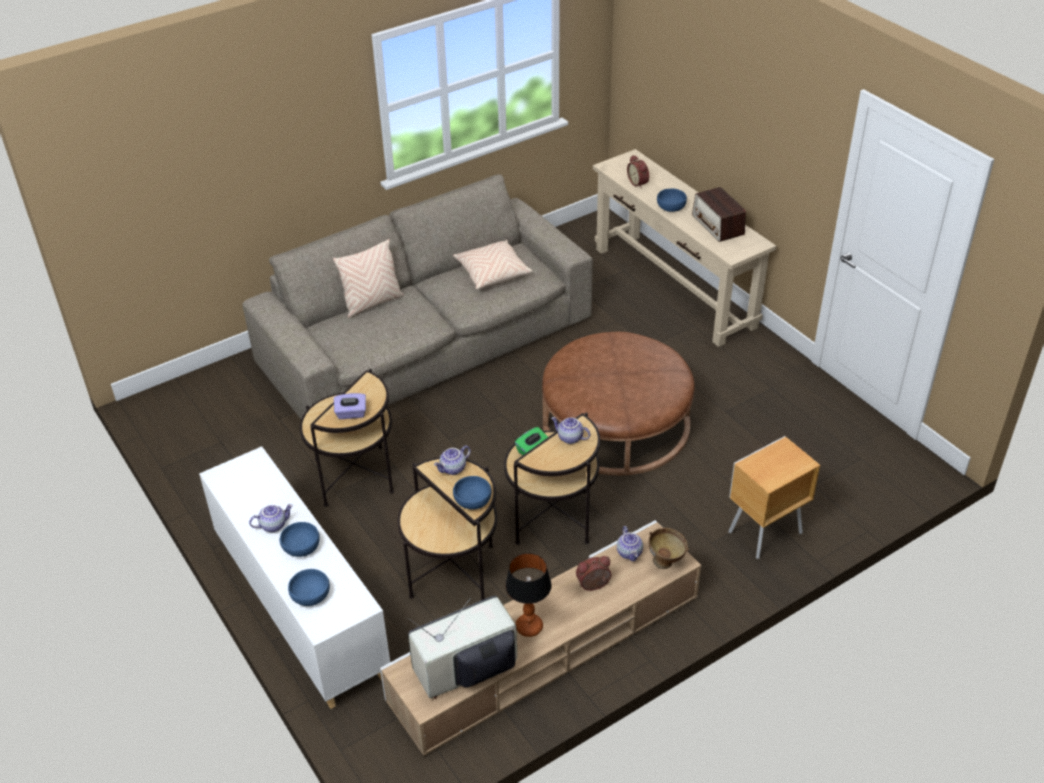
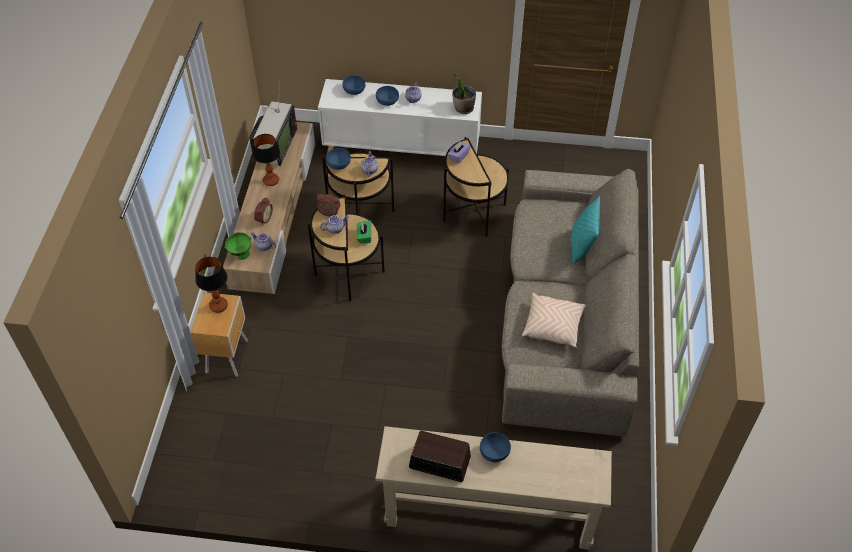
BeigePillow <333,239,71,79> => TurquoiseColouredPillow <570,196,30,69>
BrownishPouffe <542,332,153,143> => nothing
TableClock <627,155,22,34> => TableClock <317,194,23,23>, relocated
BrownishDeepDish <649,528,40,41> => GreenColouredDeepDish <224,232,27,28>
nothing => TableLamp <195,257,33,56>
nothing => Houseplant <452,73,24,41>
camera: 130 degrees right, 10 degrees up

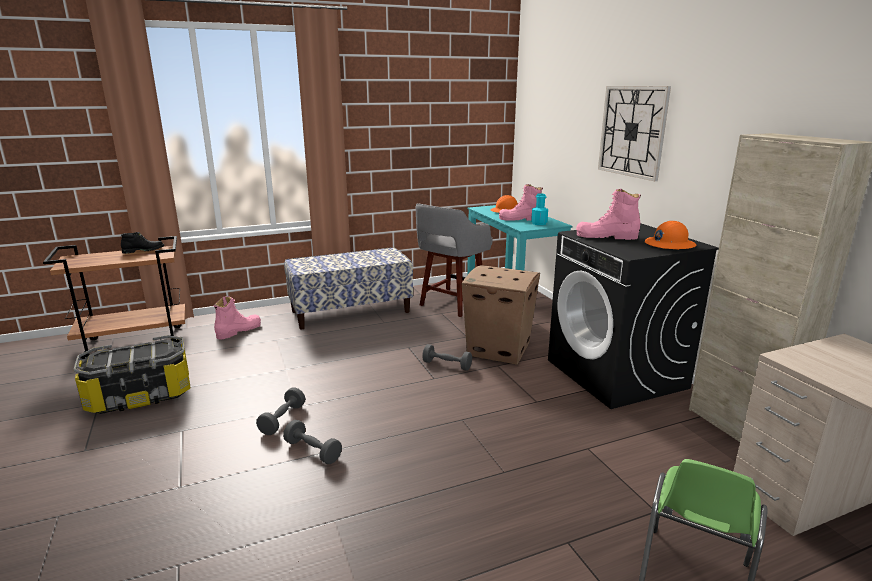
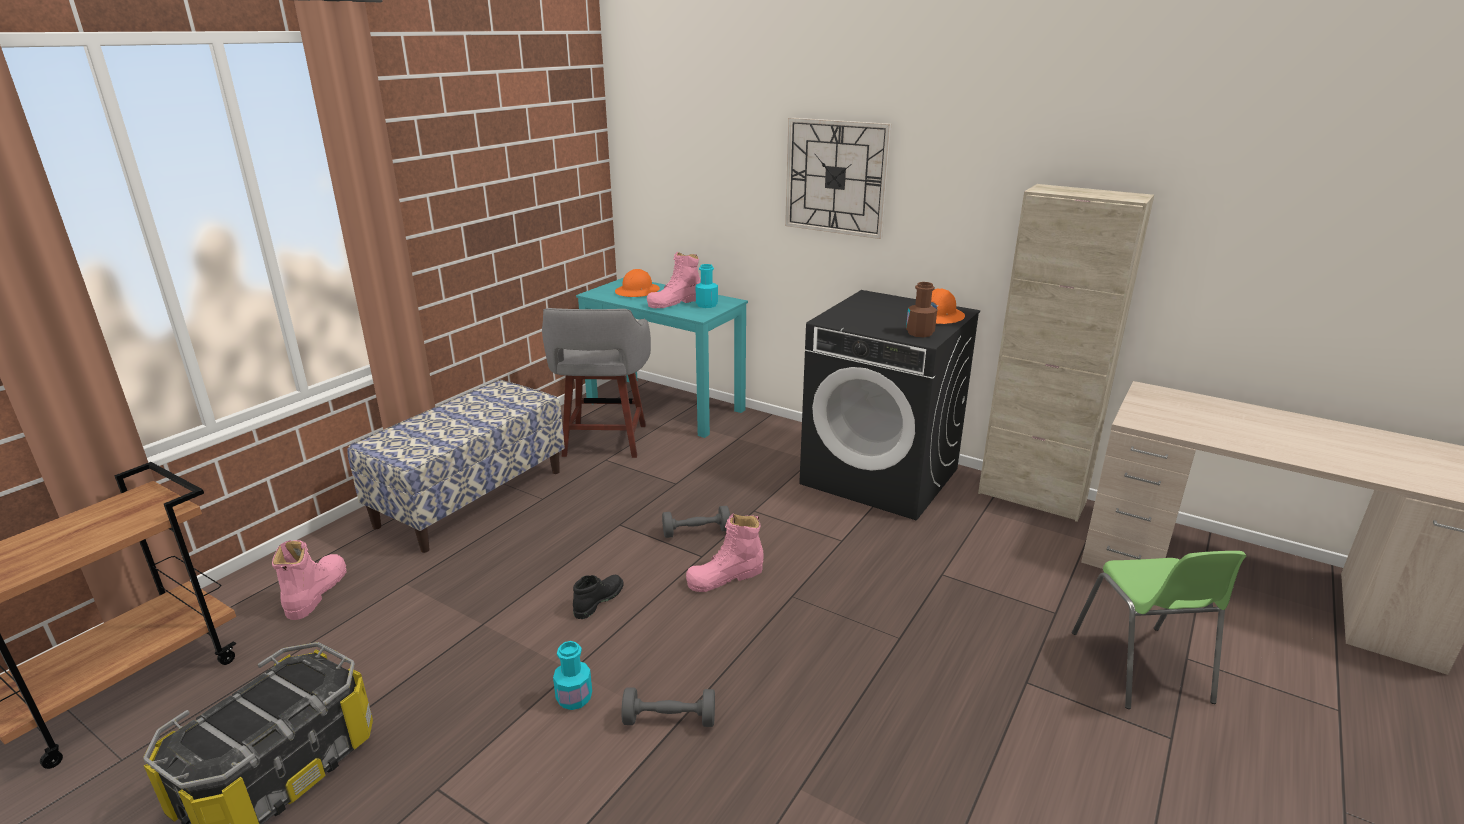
BlackColouredHighTopBoot <121,232,43,21> => BlackColouredHighTopBoot <573,575,51,44>, relocated
GreyishHandWeight <256,387,49,48> => TurquoiseColouredBottle <553,641,39,69>
CardboardBox <462,265,78,100> => nothing
PinkHighTopBoot <576,189,65,51> => PinkHighTopBoot <686,514,78,78>, relocated
nothing => BrownishBottle <906,282,31,55>
camera: 35 degrees left, 5 degrees up

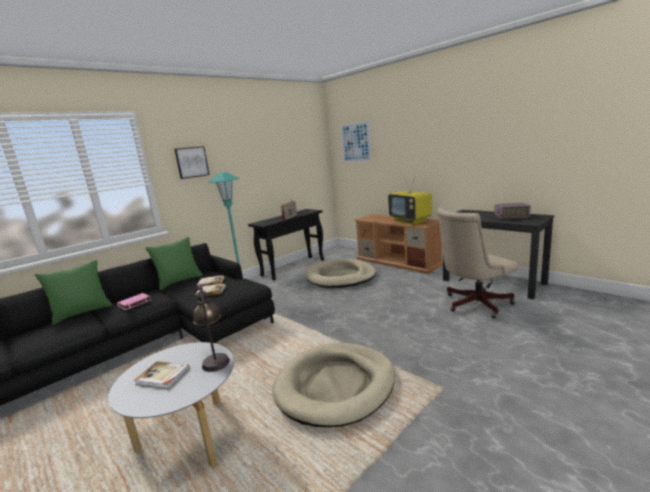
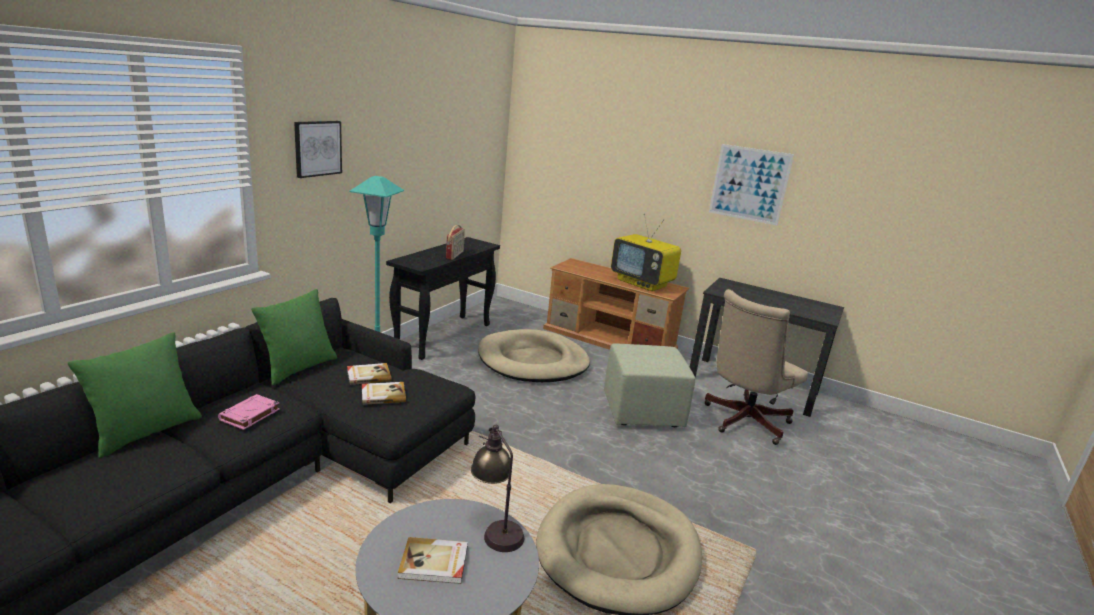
WallArt <340,121,32,41> => WallArt <709,144,85,81>, relocated
RadioReceiver <494,203,37,16> => nothing
nothing => GreenColouredPouffe <604,343,91,84>
camera: 20 degrees left, 5 degrees up

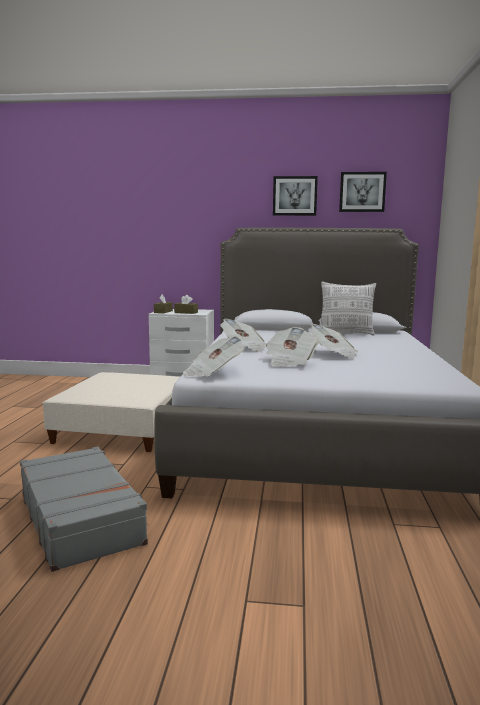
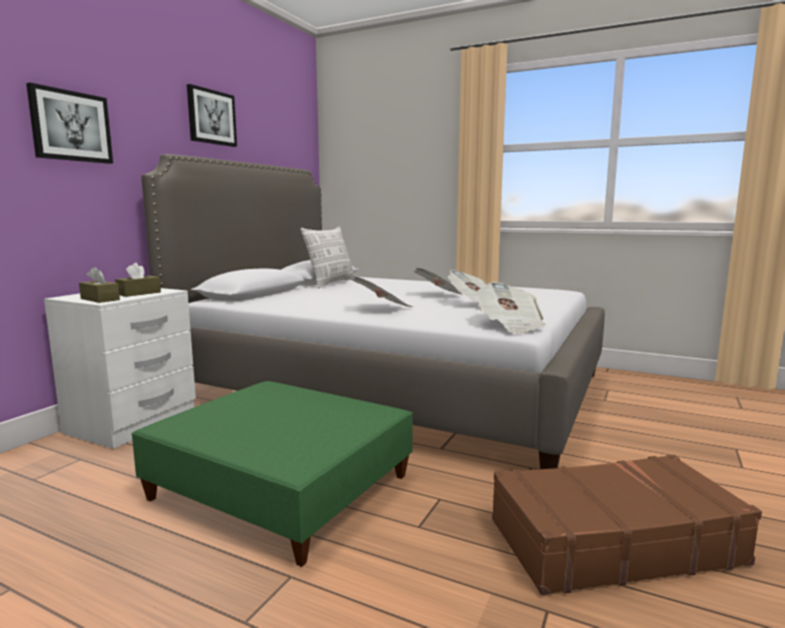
GreyishTravelCase <20,447,129,125> => BrownishTravelCase <492,455,270,140>
BeigePouffe <43,372,137,80> => GreenColouredPouffe <131,381,282,186>
WallArt <339,172,48,40> => WallArt <26,83,87,81>, relocated
camera: 70 degrees left, 0 degrees up

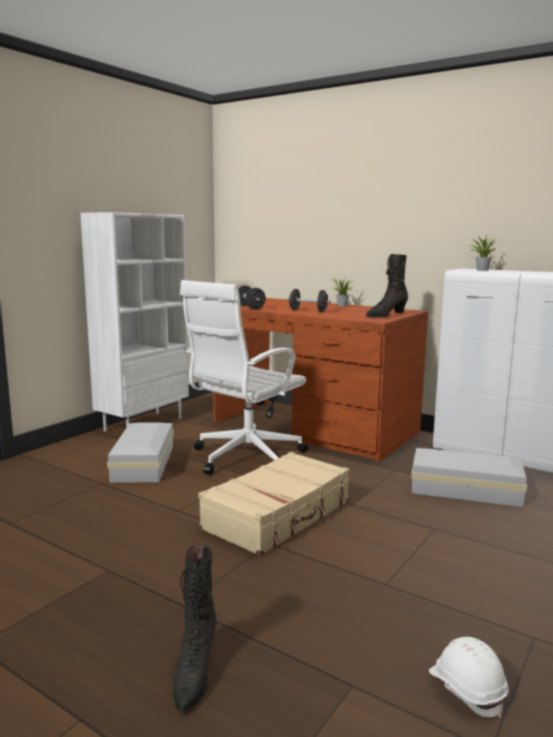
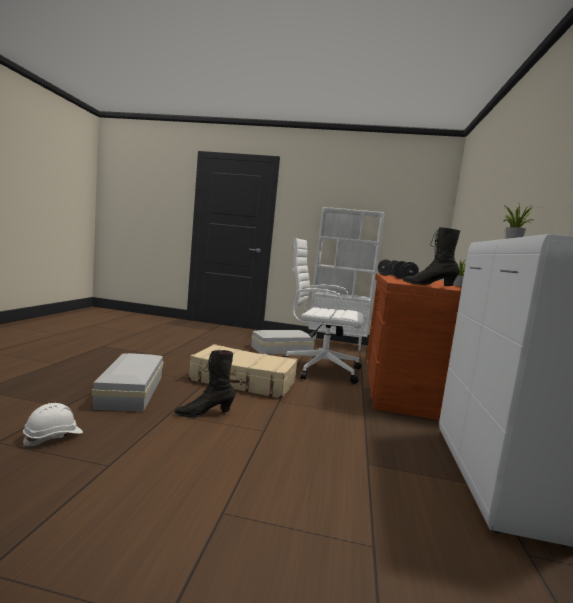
BlackColouredHighTopBoot <173,545,43,167> => BlackColouredHighTopBoot <174,350,61,67>, relocated
WhitishStorageContainer <411,448,116,59> => WhitishStorageContainer <92,353,71,59>, relocated
camera: 65 degrees right, 5 degrees down

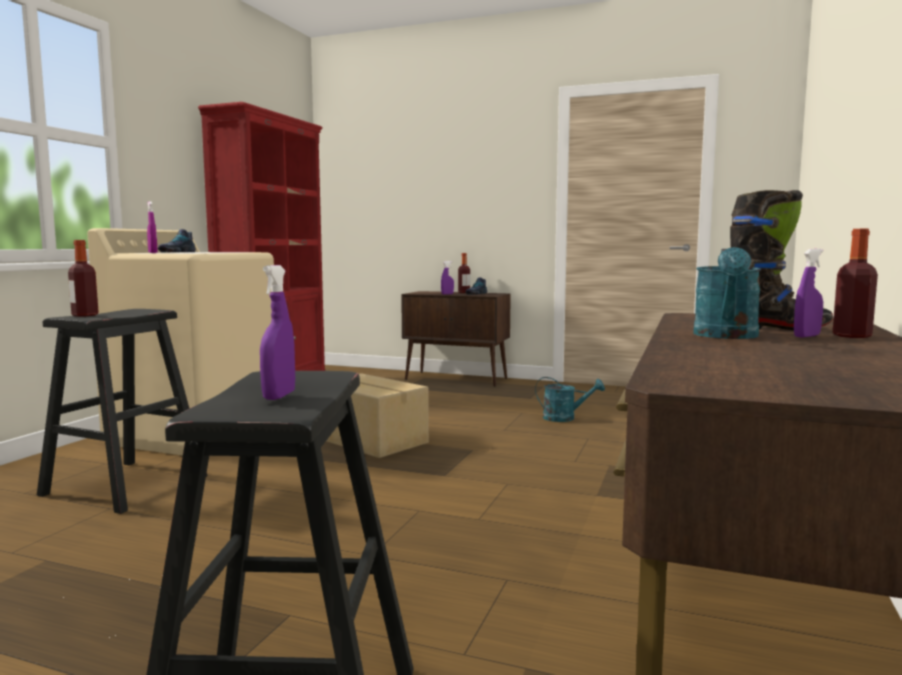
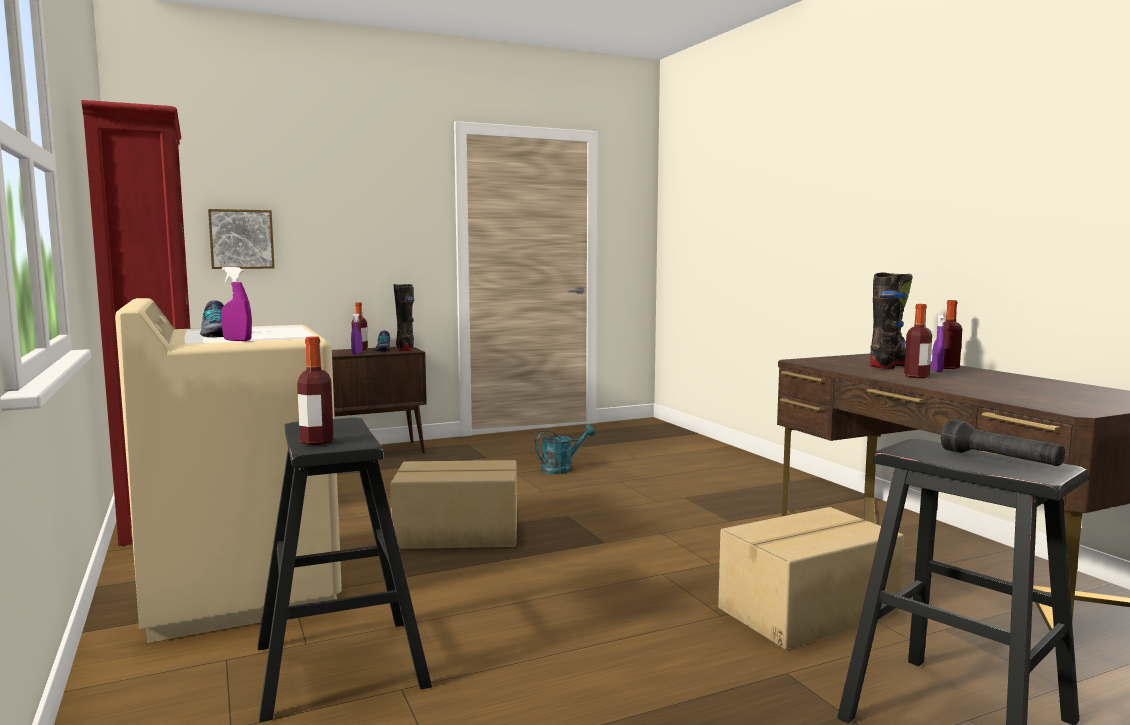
PurpleColouredHandSprayer <260,265,35,135> => BlackColouredFlashlight <941,419,124,47>
TurquoiseColouredWateringPot <693,247,68,92> => Bottle <904,304,28,74>
nothing => WallArt <208,209,67,60>
nothing => BlackColouredHighTopBoot <393,284,21,67>
nothing => CardboardBox <718,507,186,142>
camera: 45 degrees left, 0 degrees up

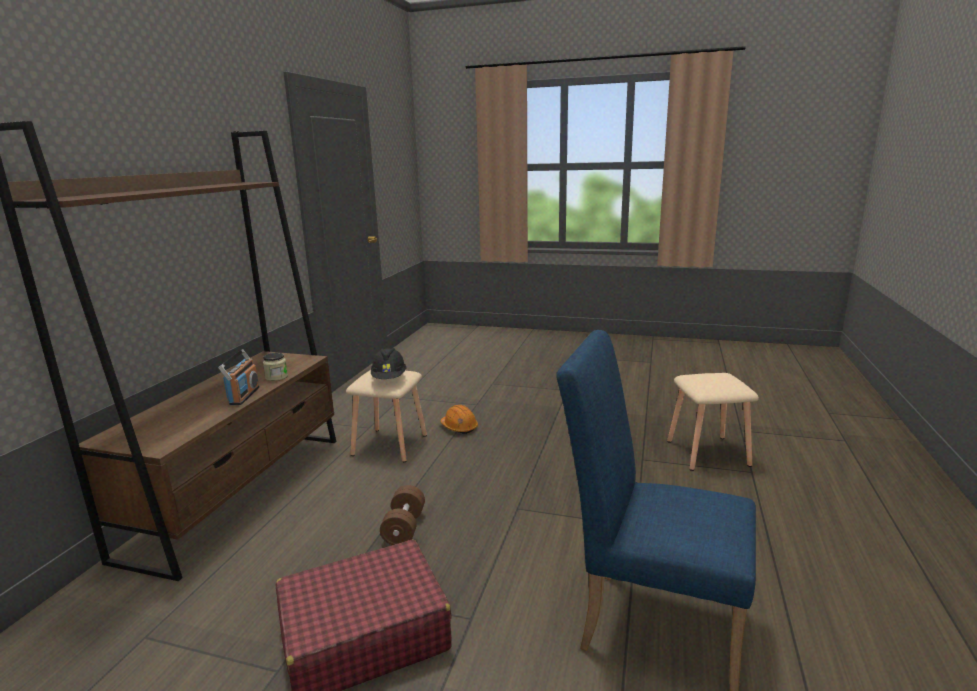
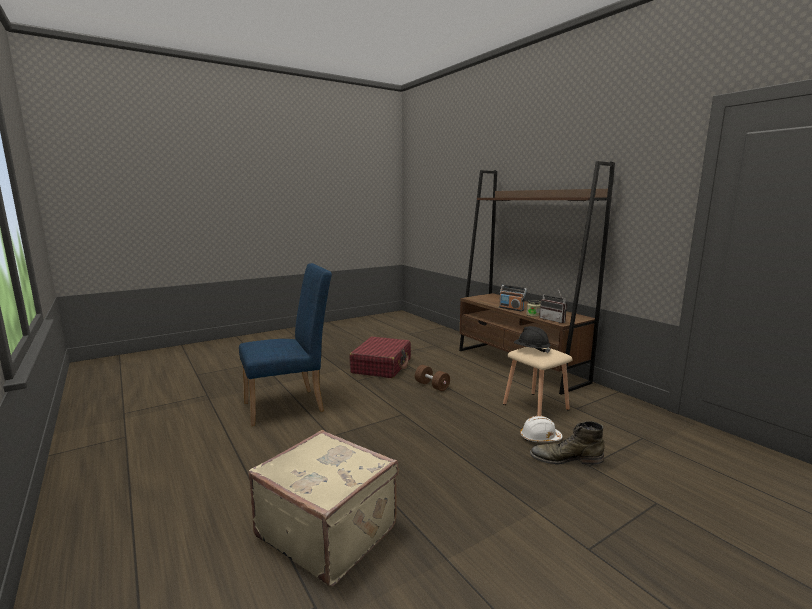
OrangeyWorkHelmet <440,405,38,29> => WhitishWorkHelmet <520,416,43,26>
BeigeSittingStool <667,373,92,98> => BeigeTravelCase <249,430,150,157>
nothing => GreenColouredHighTopBoot <530,421,75,44>
nothing => RadioReceiver <540,291,27,32>
camera: 130 degrees right, 5 degrees down

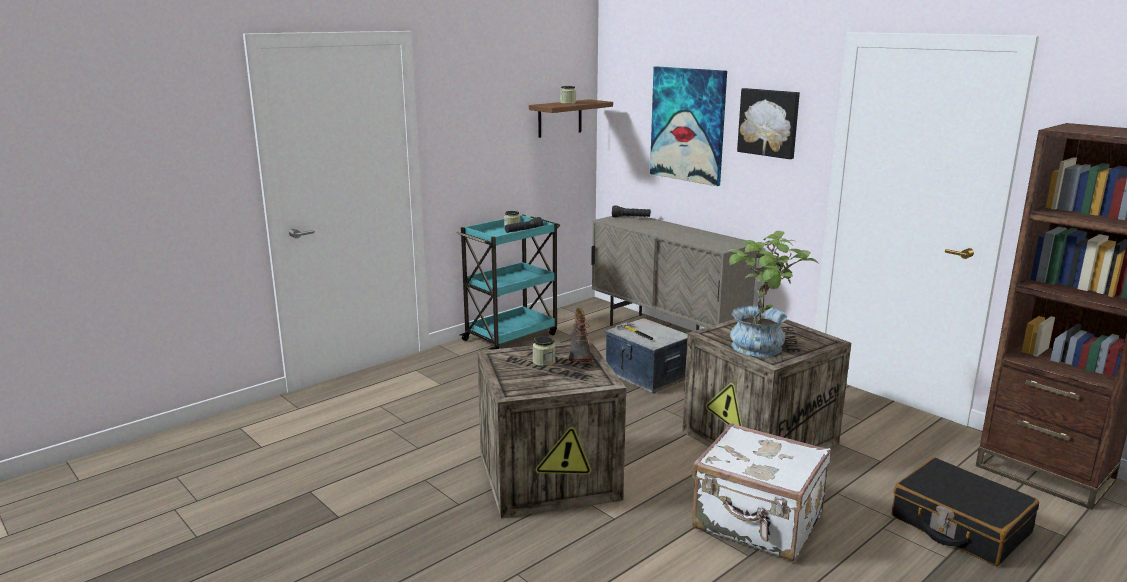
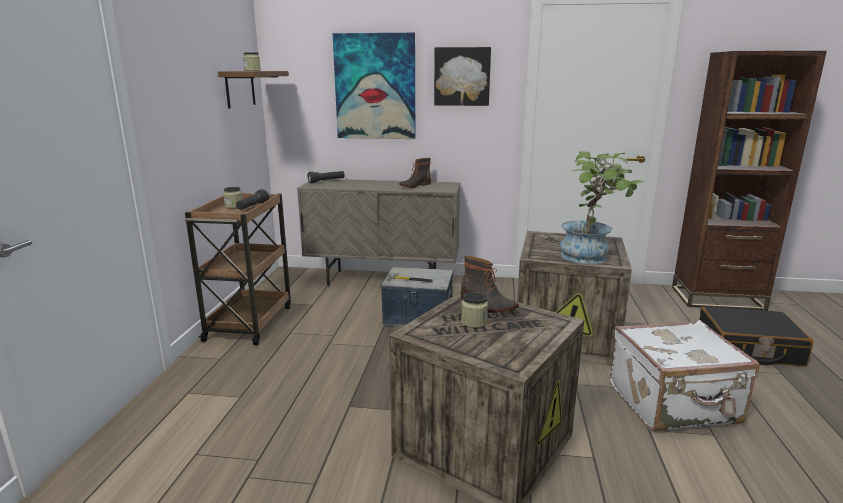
TurquoiseColouredTrolley <456,215,104,135> => BrownishTrolley <184,193,107,152>
nothing => HighTopBoot <399,158,32,30>
camera: 40 degrees left, 0 degrees up

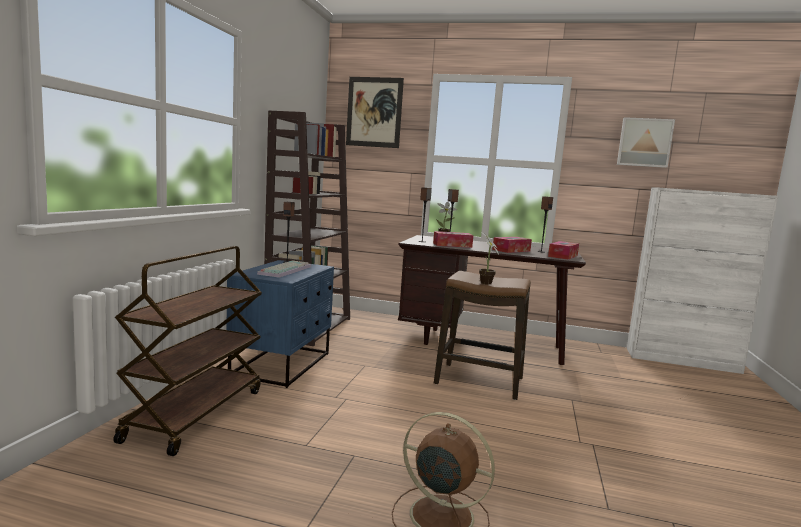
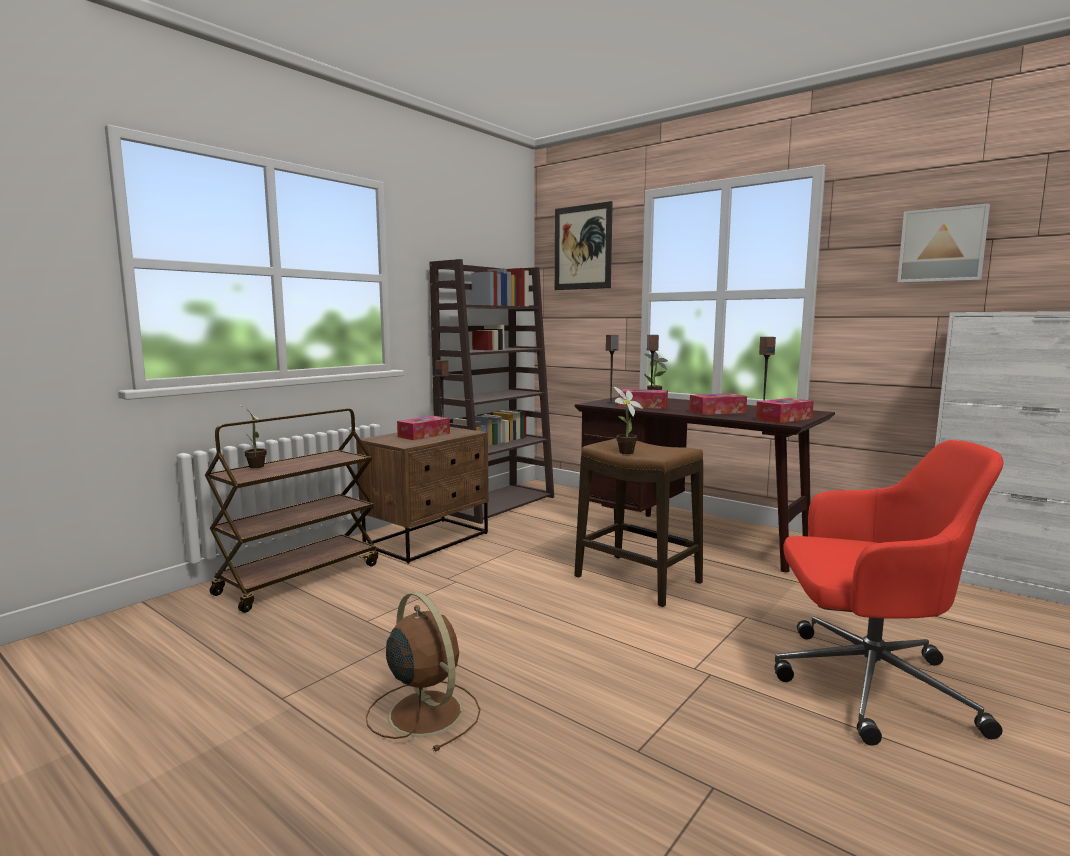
BluishNightstand <226,260,108,128> => BrownishNightstand <356,427,133,137>
ComputerKeyboard <257,260,54,18> => TissueHolder <397,416,53,24>
nothing => Houseplant <241,405,28,63>
nothing => RedColouredOfficeChair <775,440,228,306>
camera: 25 degrees right, 0 degrees up

